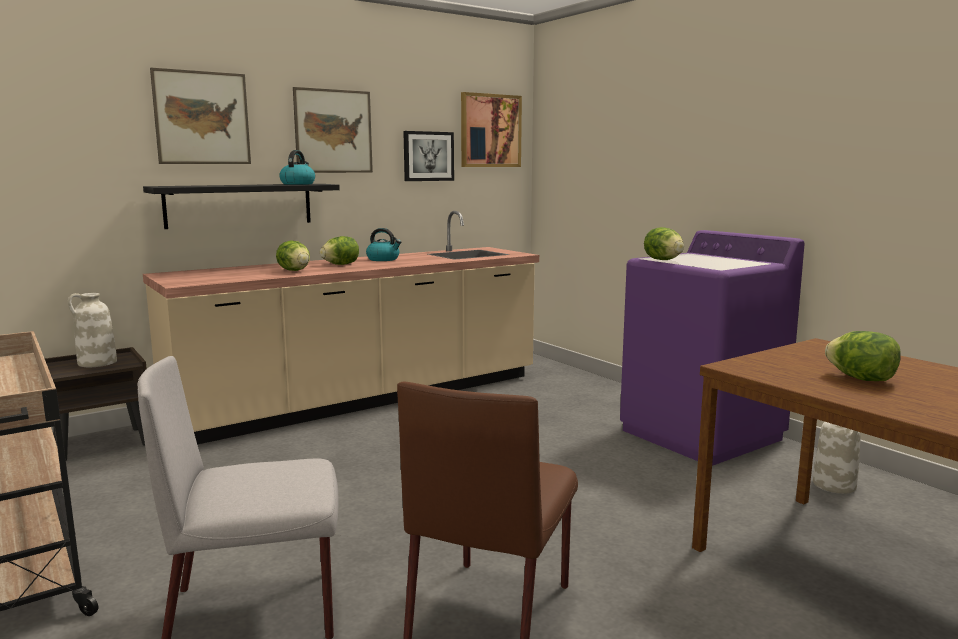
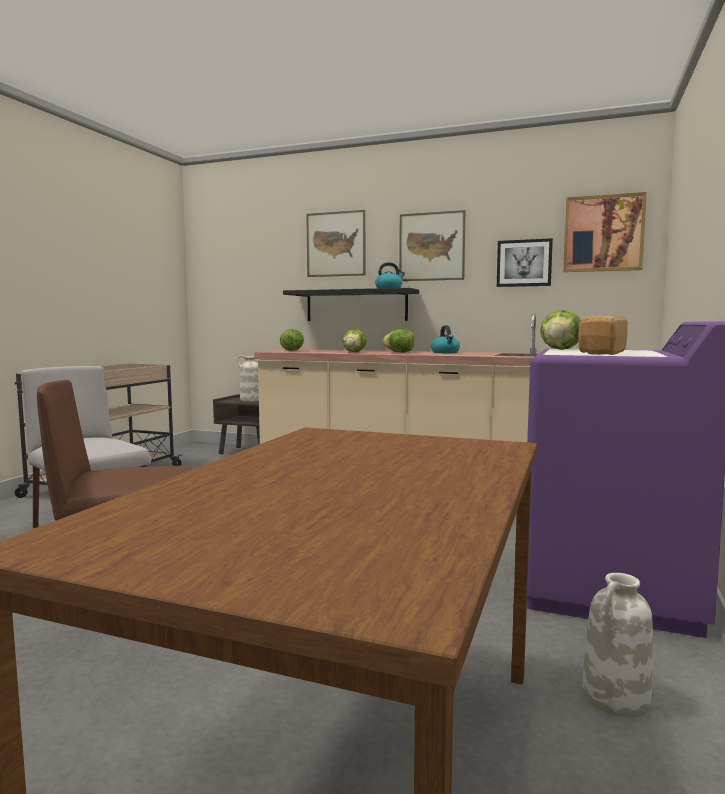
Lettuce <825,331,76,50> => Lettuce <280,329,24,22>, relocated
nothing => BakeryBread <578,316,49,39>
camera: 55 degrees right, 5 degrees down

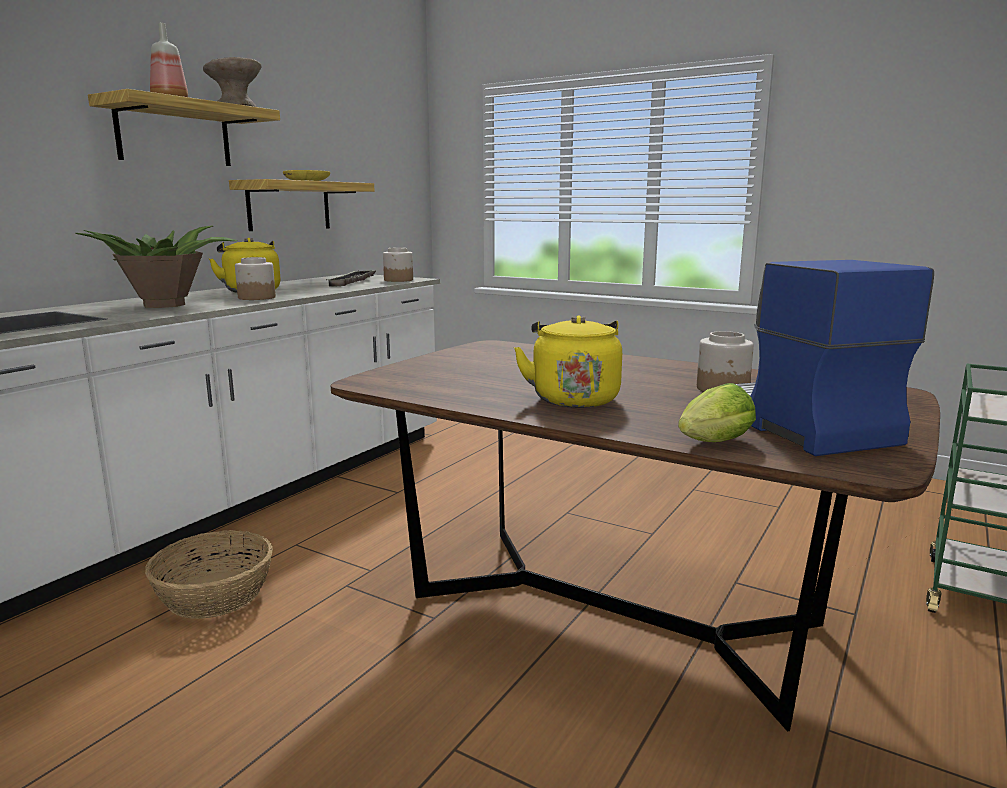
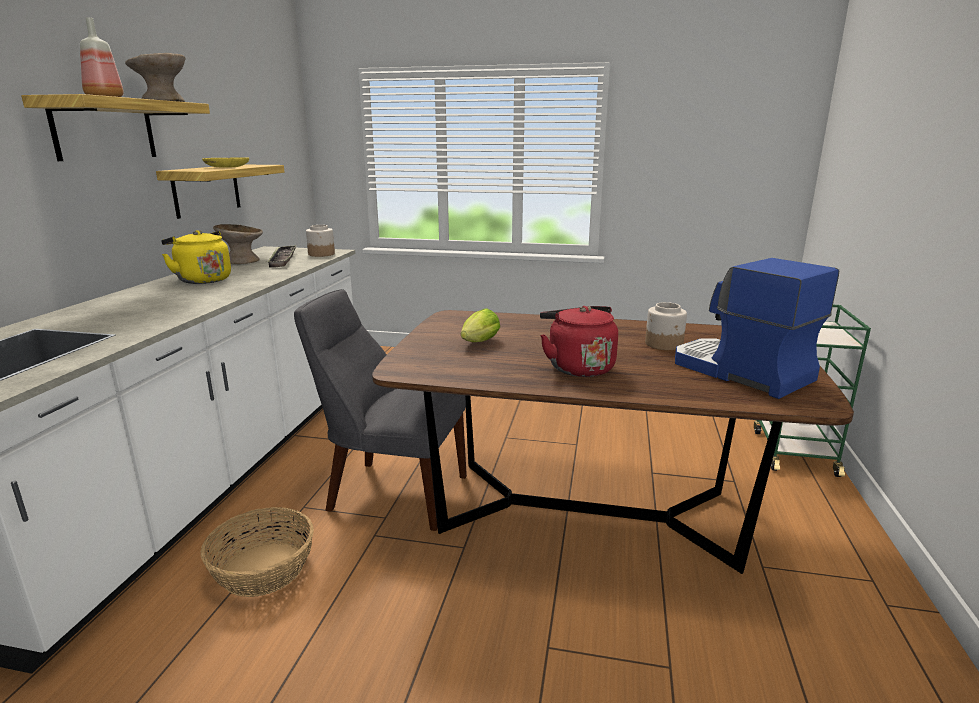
Houseplant <75,225,162,83> => nothing
PreserveJar <235,257,41,43> => nothing
YellowishWaterKettle <514,315,108,93> => RedColouredWaterKettle <540,306,78,71>
Lettuce <678,383,78,59> => Lettuce <461,308,39,34>, relocated
nothing => BeigeDeepDish <213,224,50,40>
nothing => GreyishPlainChair <294,289,173,242>
camera: 20 degrees left, 5 degrees up

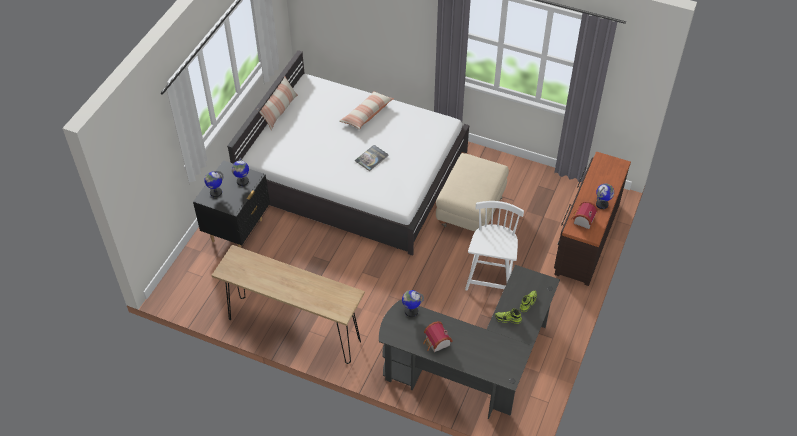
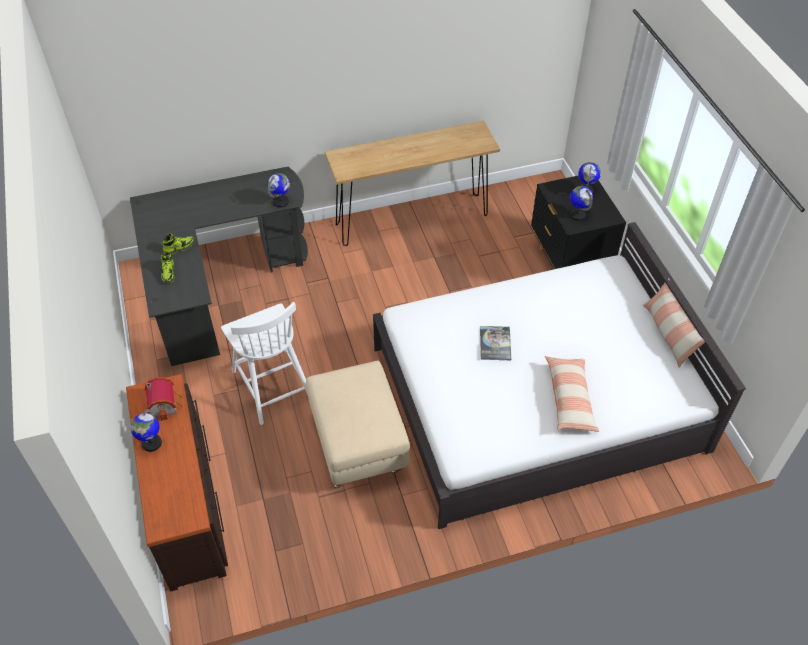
ToyHouse <423,321,30,31> => nothing
camera: 140 degrees right, 0 degrees up

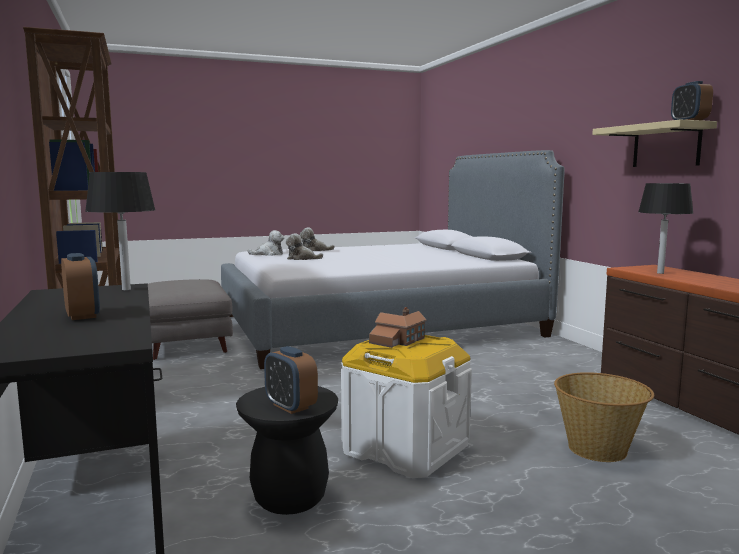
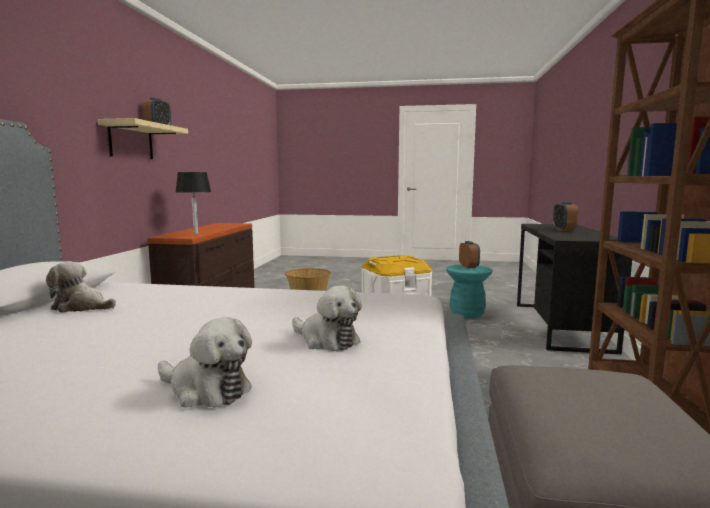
BlackColouredTableLamp <85,172,71,118> => nothing
BlackColouredSittingStool <236,386,102,129> => TurquoiseColouredSittingStool <446,265,47,54>
SoftToy <248,230,36,26> => SoftToy <46,261,70,51>, relocated
ToyHouse <369,307,57,41> => nothing
camera: 150 degrees left, 0 degrees up

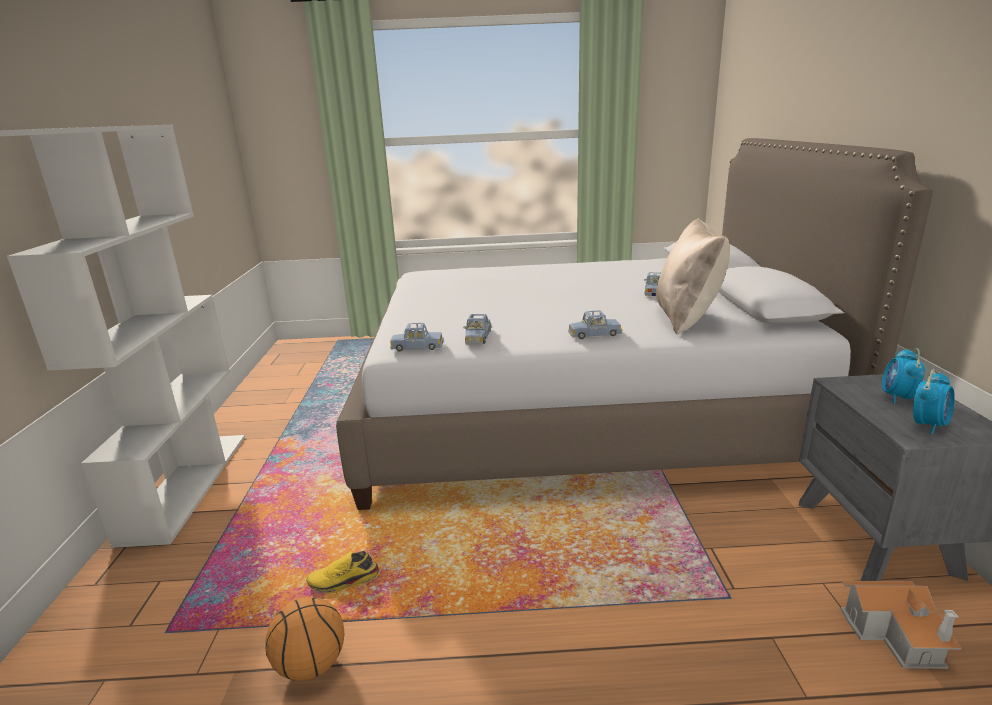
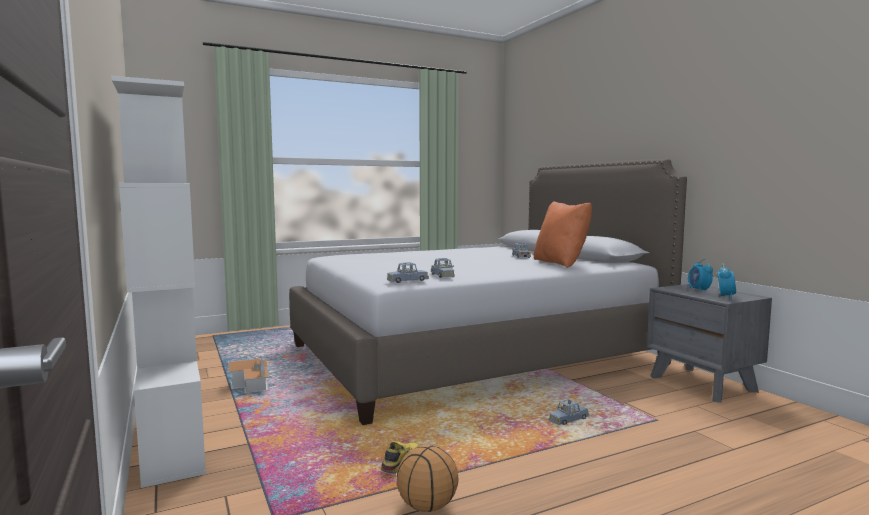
YellowishLowShoe <306,551,74,43> => YellowishLowShoe <380,441,39,33>, 150 degrees clockwise
BluishMiniatureCar <568,310,54,29> => BluishMiniatureCar <549,399,40,26>, relocated
BeigePillow <656,218,74,116> => OrangeyPillow <534,201,58,67>
ToyHouse <841,581,121,88> => ToyHouse <228,358,41,35>, relocated
camera: 25 degrees left, 15 degrees down

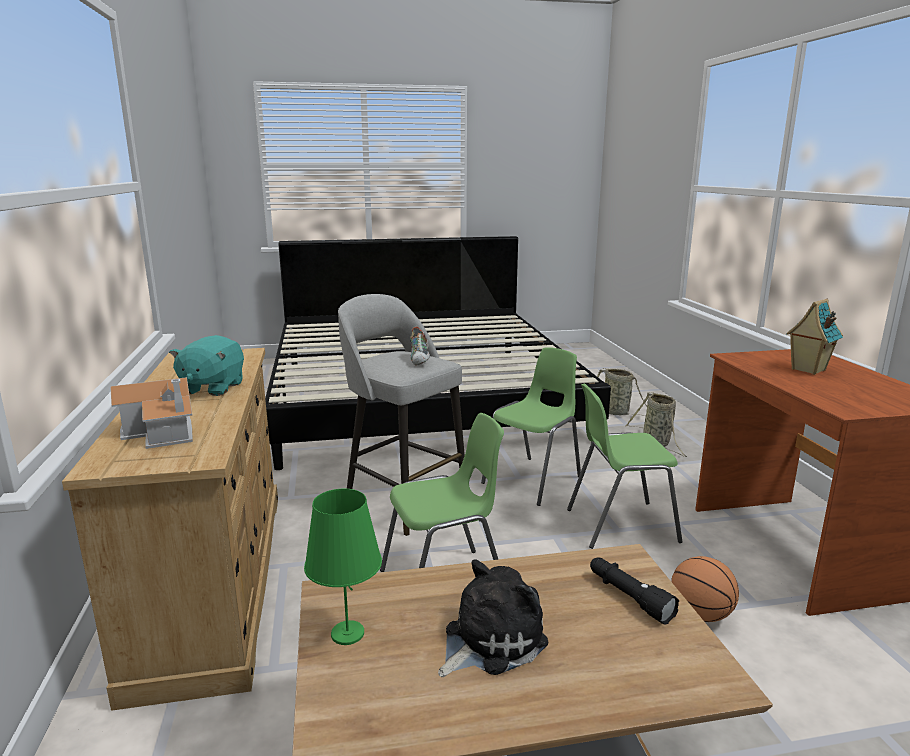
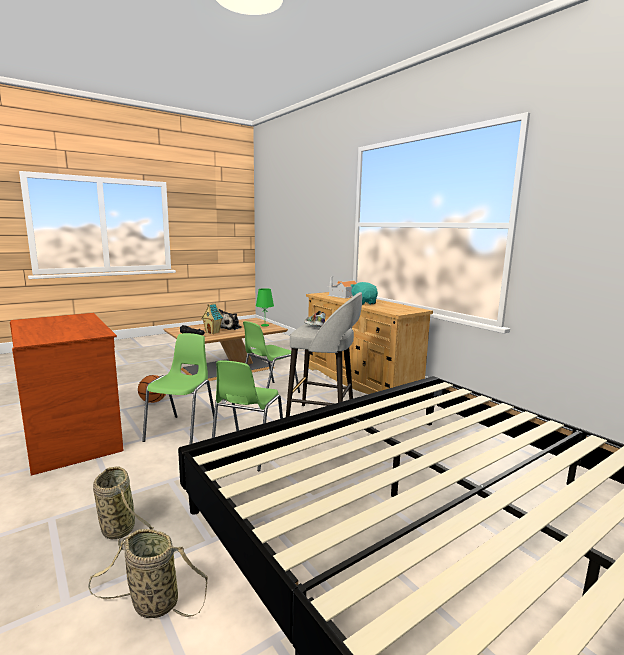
GreenColouredPlainChair <567,384,115,165> => GreenColouredPlainChair <142,333,72,111>, 45 degrees counterclockwise
ToyHouse <787,299,56,76> => ToyHouse <201,303,22,31>, relocated
camera: 155 degrees right, 5 degrees down

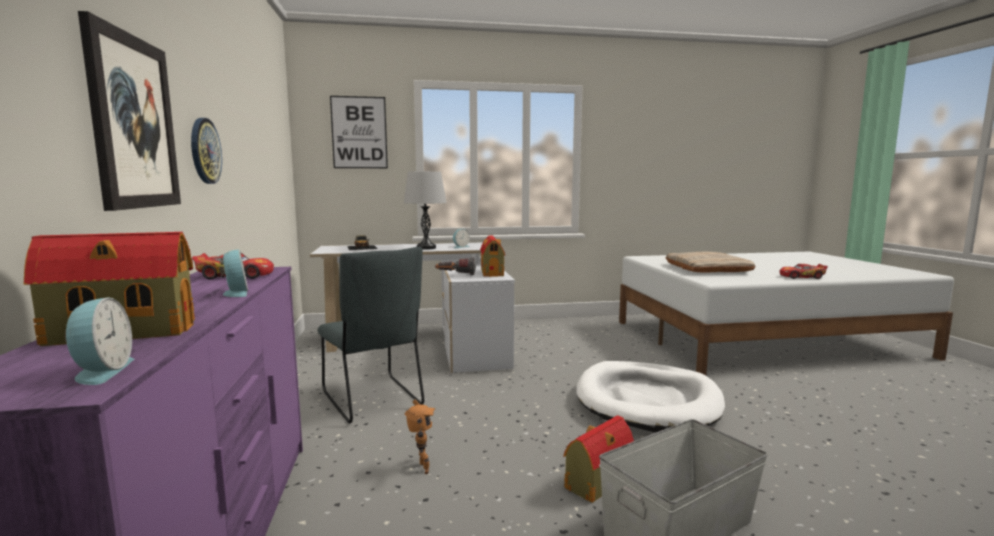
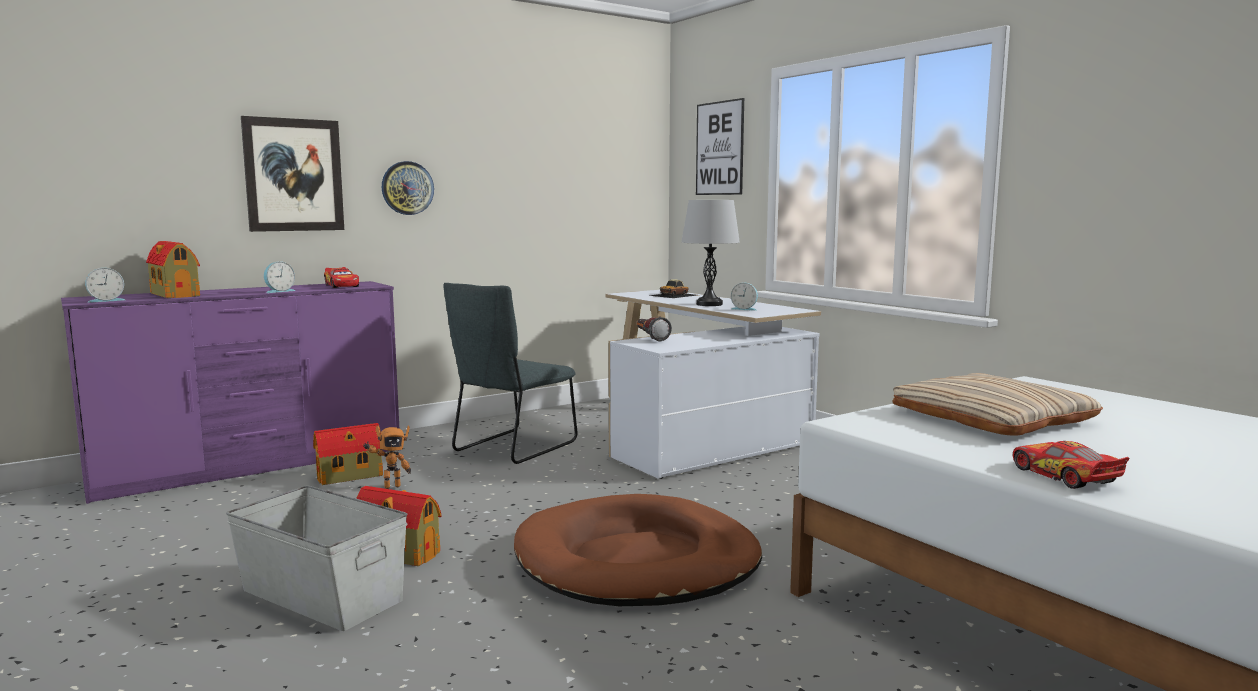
ToyHouse <480,235,25,42> => ToyHouse <313,423,70,62>, relocated
WhitishDogBed <576,361,149,71> => BrownishDogBed <514,494,248,112>
camera: 65 degrees right, 0 degrees up

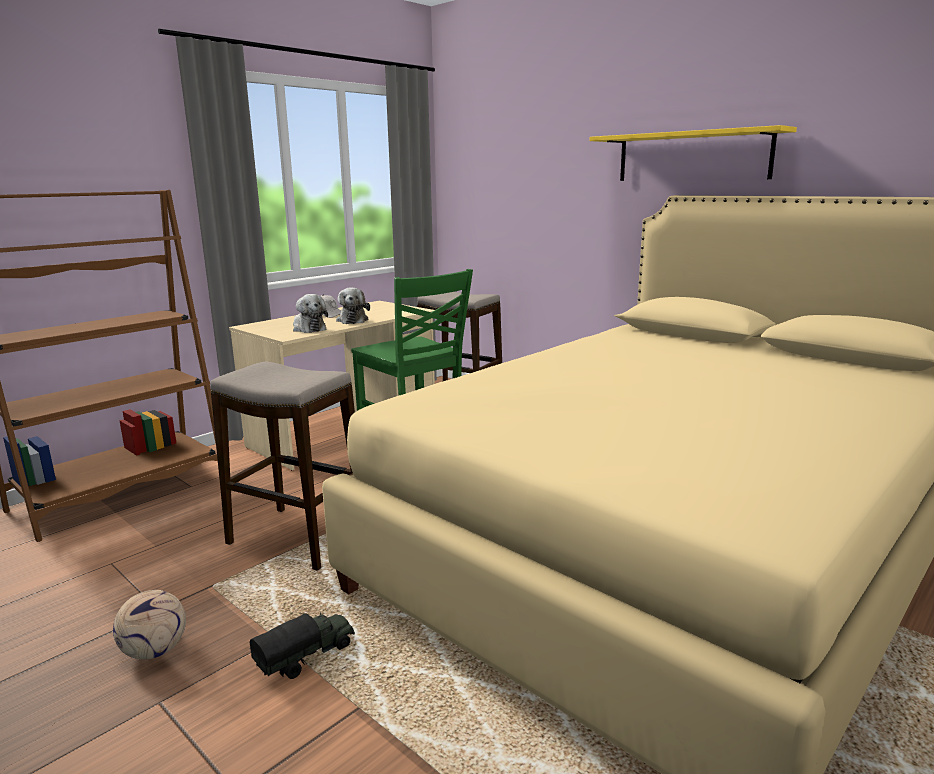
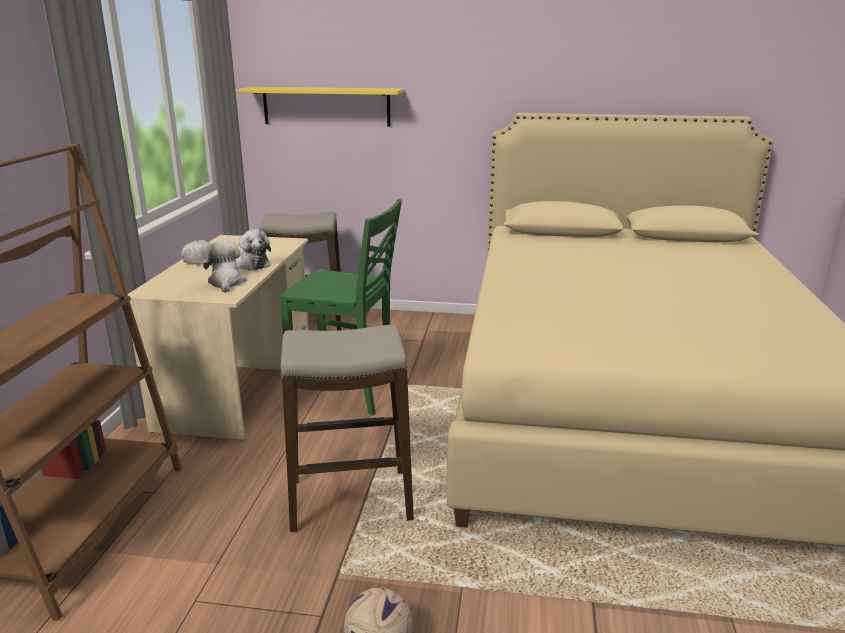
ModelTruck <250,612,105,67> => nothing
SoftToy <293,294,35,39> => SoftToy <203,241,43,52>, 120 degrees counterclockwise
YellowishBracketShelf <590,125,207,56> => YellowishBracketShelf <237,87,167,40>, relocated
camera: 35 degrees left, 5 degrees up

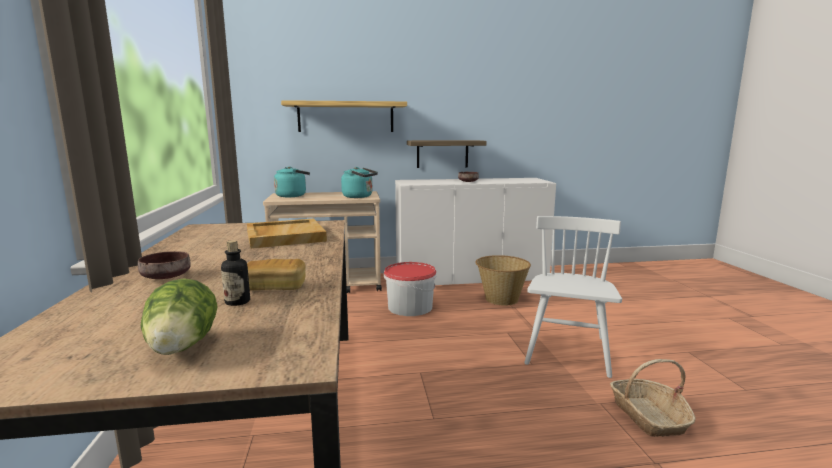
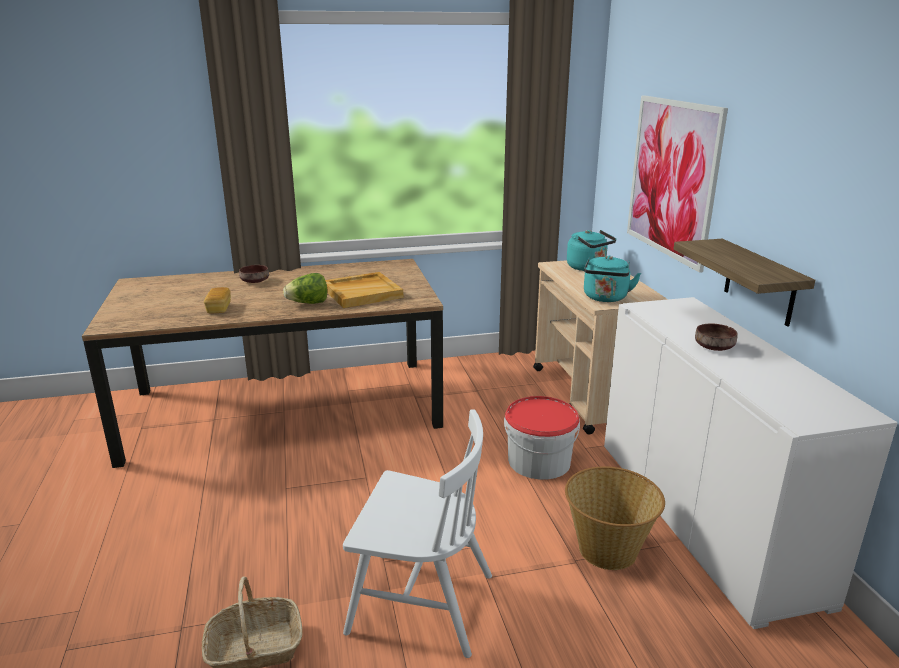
Lettuce <141,278,77,77> => Lettuce <283,273,44,31>, relocated
Bottle <221,240,29,66> => nothing
BracketShelf <281,100,126,32> => WallArt <627,95,101,178>
camera: 85 degrees right, 10 degrees up

